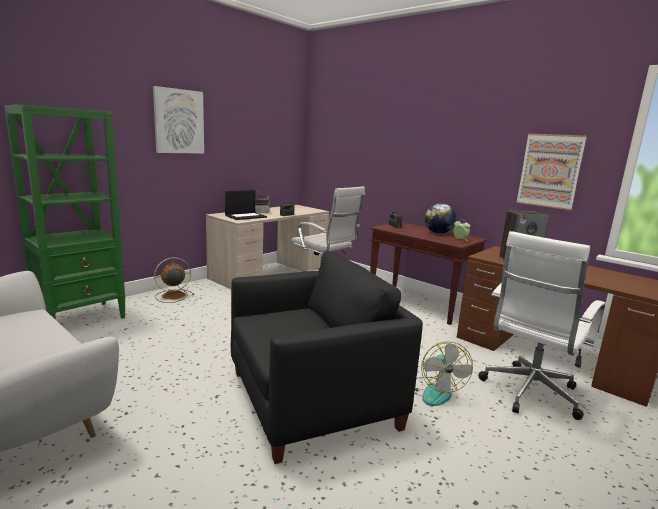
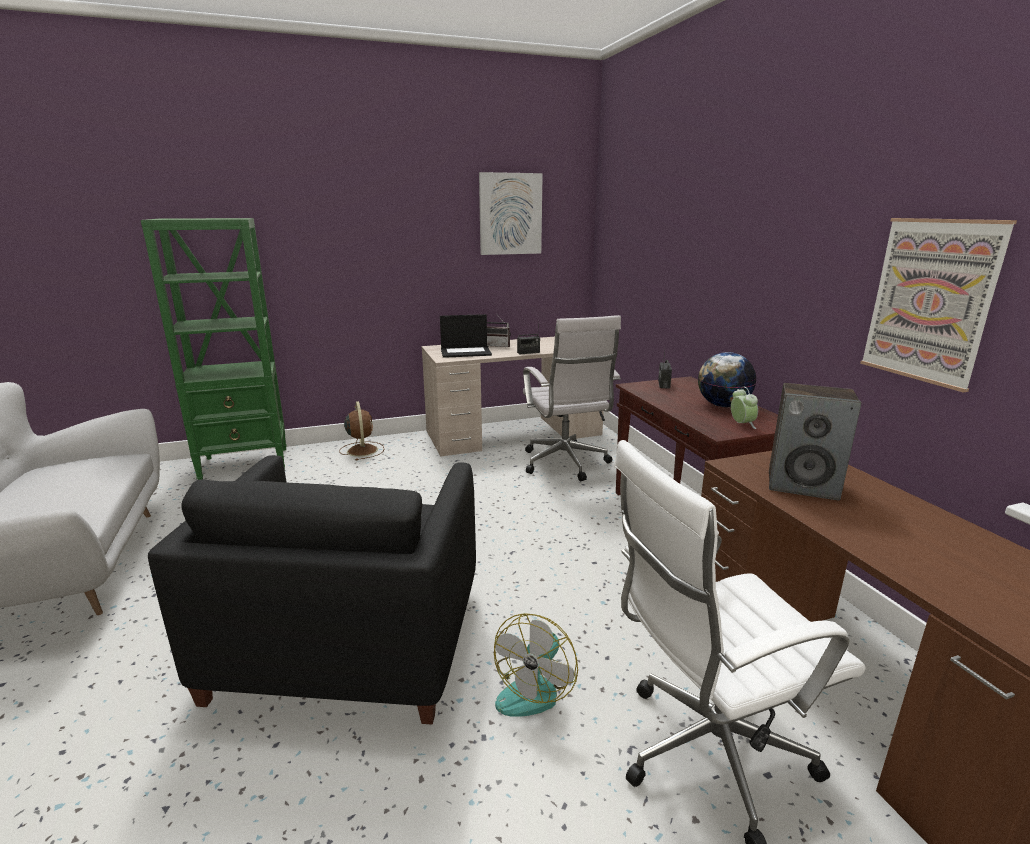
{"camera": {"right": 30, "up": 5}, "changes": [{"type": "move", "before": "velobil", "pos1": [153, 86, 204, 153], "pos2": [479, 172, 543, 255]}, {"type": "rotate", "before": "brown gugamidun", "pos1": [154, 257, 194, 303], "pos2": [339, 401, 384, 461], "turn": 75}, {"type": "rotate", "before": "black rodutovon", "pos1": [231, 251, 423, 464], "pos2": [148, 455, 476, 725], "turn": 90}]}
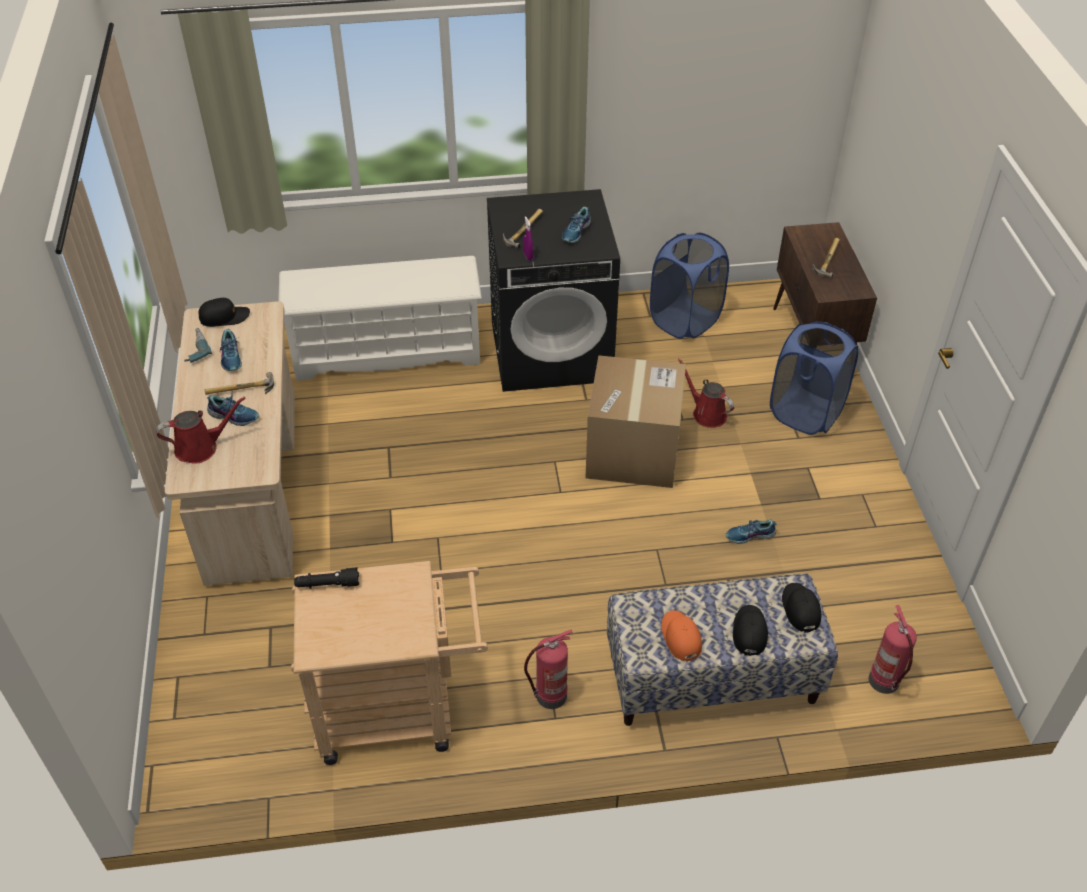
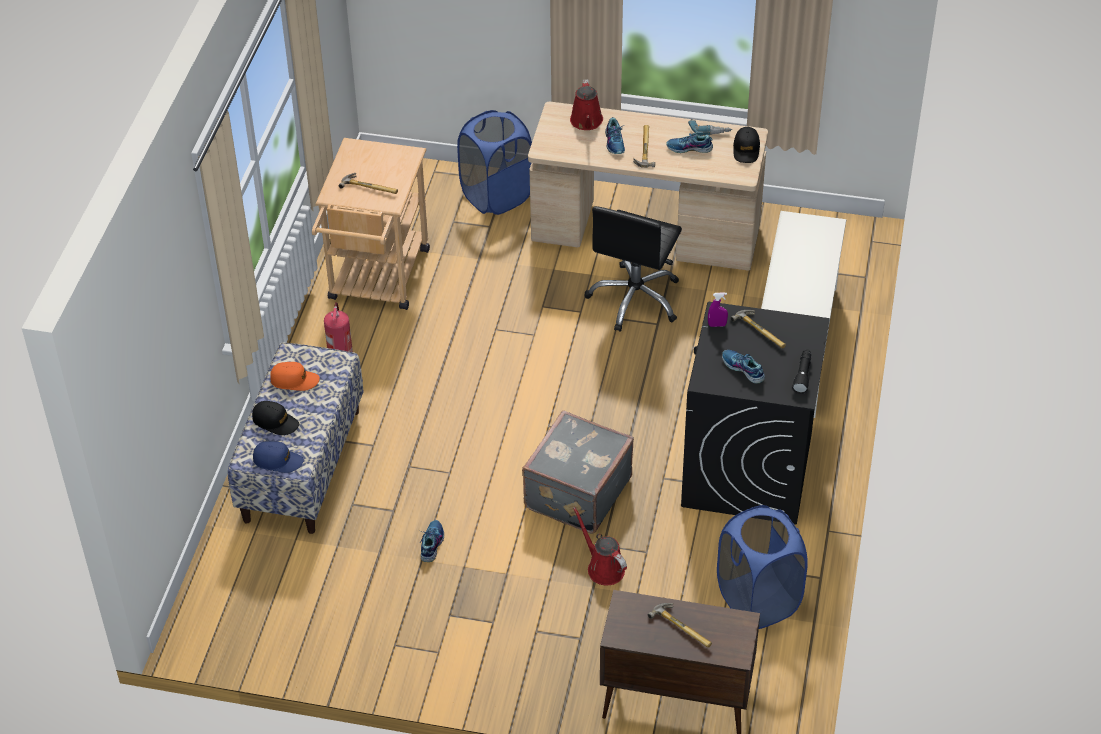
{"camera": {"right": 110, "up": 0}, "changes": [{"type": "rotate", "before": "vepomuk", "pos1": [207, 392, 259, 426], "pos2": [605, 117, 625, 154], "turn": -45}, {"type": "move", "before": "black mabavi", "pos1": [294, 568, 359, 589], "pos2": [792, 349, 811, 394]}, {"type": "replace", "before": "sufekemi", "after": "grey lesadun", "pos1": [585, 355, 686, 488], "pos2": [522, 410, 634, 534]}, {"type": "rotate", "before": "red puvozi", "pos1": [678, 358, 734, 428], "pos2": [573, 507, 627, 585], "turn": -105}, {"type": "move", "before": "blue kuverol", "pos1": [770, 321, 859, 435], "pos2": [457, 110, 532, 215]}, {"type": "recolor", "before": "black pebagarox", "after": "blue pebagarox", "pos1": [782, 583, 821, 633], "pos2": [253, 441, 304, 473]}, {"type": "delete", "before": "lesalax", "pos1": [869, 605, 917, 694]}, {"type": "insert", "after": "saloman", "pos2": [339, 173, 398, 194]}, {"type": "insert", "after": "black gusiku", "pos2": [585, 206, 682, 332]}]}
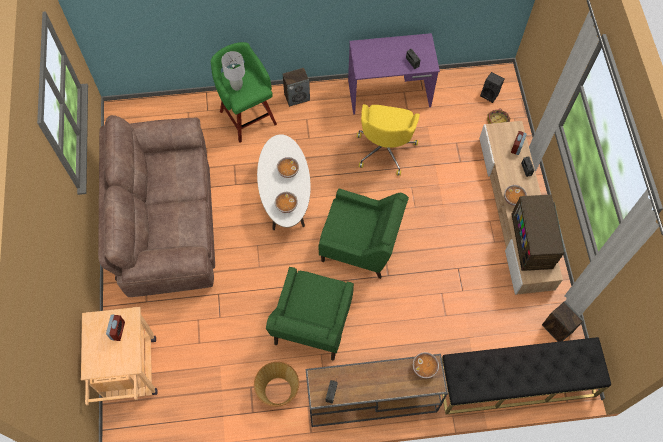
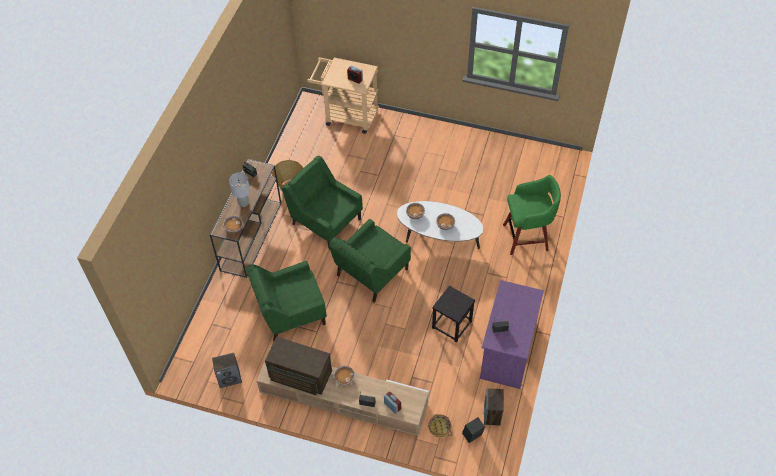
{"camera": {"right": 115, "up": -10}, "changes": [{"type": "delete", "before": "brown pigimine", "pos1": [98, 115, 215, 297]}, {"type": "move", "before": "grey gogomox", "pos1": [221, 51, 245, 91], "pos2": [229, 172, 250, 207]}, {"type": "move", "before": "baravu", "pos1": [283, 68, 310, 107], "pos2": [484, 388, 504, 425]}, {"type": "replace", "before": "yellow gusiku", "after": "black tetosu", "pos1": [357, 104, 420, 176], "pos2": [432, 286, 475, 342]}, {"type": "delete", "before": "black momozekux", "pos1": [442, 337, 611, 414]}, {"type": "insert", "after": "green rodutovon", "pos2": [246, 261, 327, 341]}]}
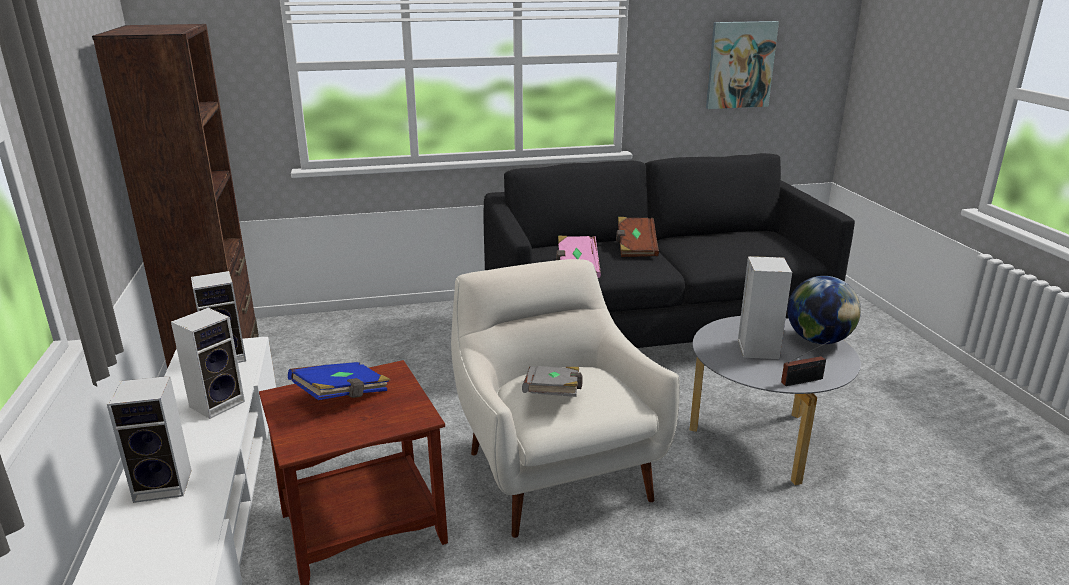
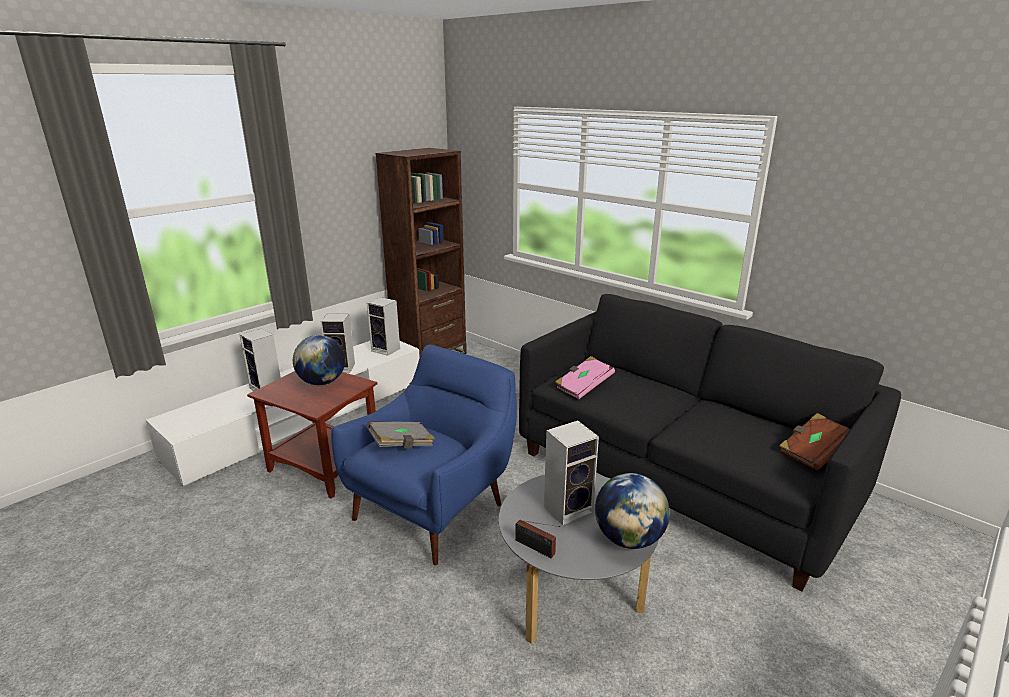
{"camera": {"right": 55, "up": 0}, "changes": [{"type": "replace", "before": "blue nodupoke", "after": "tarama", "pos1": [288, 362, 390, 400], "pos2": [293, 335, 345, 385]}, {"type": "recolor", "before": "white rodutovon", "after": "blue rodutovon", "pos1": [451, 259, 680, 538], "pos2": [331, 345, 517, 565]}, {"type": "move", "before": "brown nodupoke", "pos1": [616, 217, 659, 257], "pos2": [779, 413, 850, 471]}, {"type": "delete", "before": "velobil", "pos1": [706, 21, 779, 109]}]}
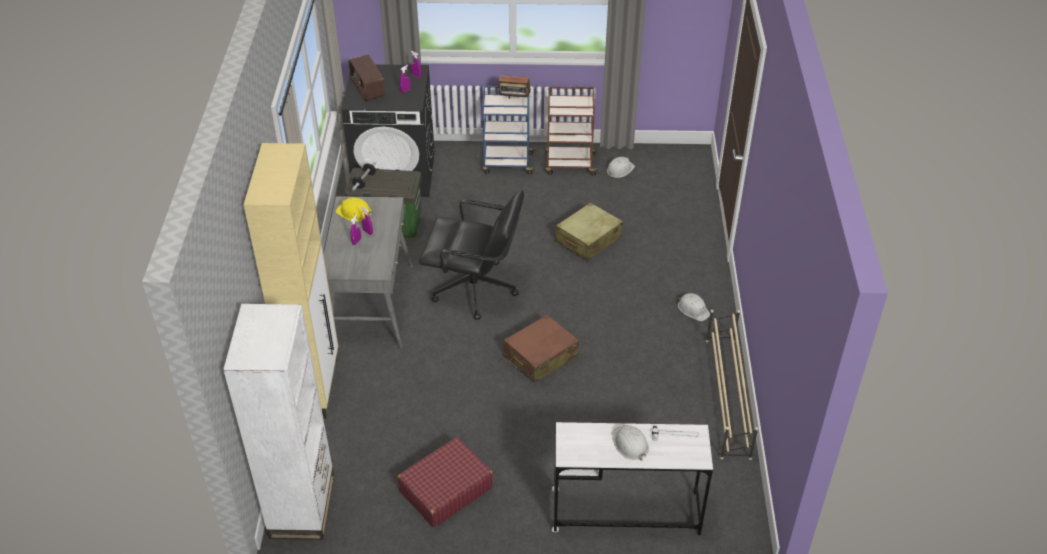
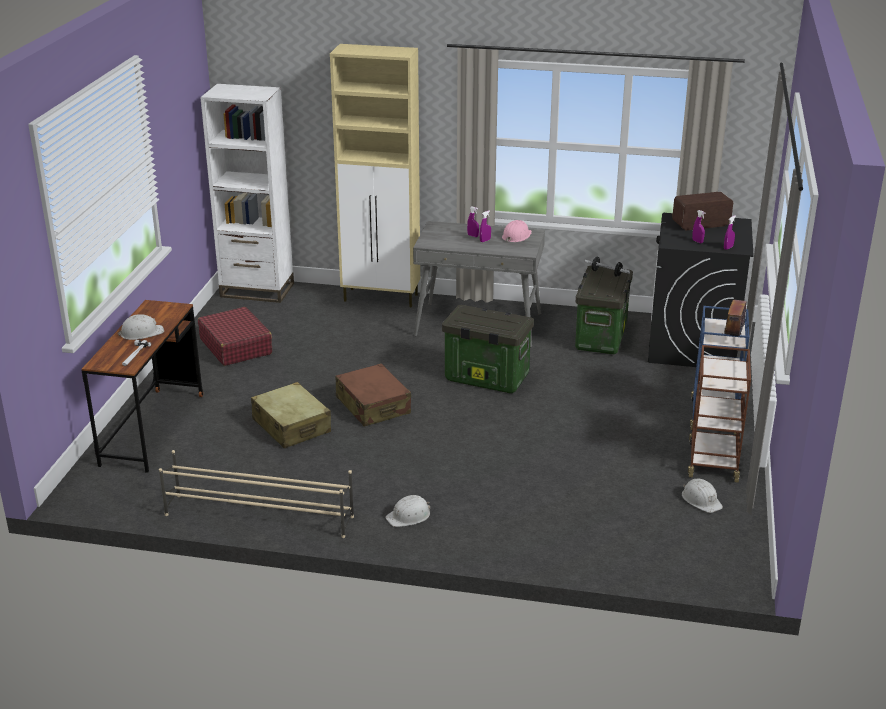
{"camera": {"right": 100, "up": -15}, "changes": [{"type": "recolor", "before": "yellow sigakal", "after": "pink sigakal", "pos1": [336, 198, 373, 222], "pos2": [502, 220, 532, 242]}, {"type": "replace", "before": "black gusiku", "after": "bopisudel", "pos1": [419, 190, 524, 320], "pos2": [442, 305, 534, 393]}, {"type": "recolor", "before": "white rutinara", "after": "brown rutinara", "pos1": [552, 422, 713, 535], "pos2": [82, 300, 203, 473]}, {"type": "move", "before": "beige lesadun", "pos1": [555, 202, 623, 261], "pos2": [251, 382, 331, 448]}]}
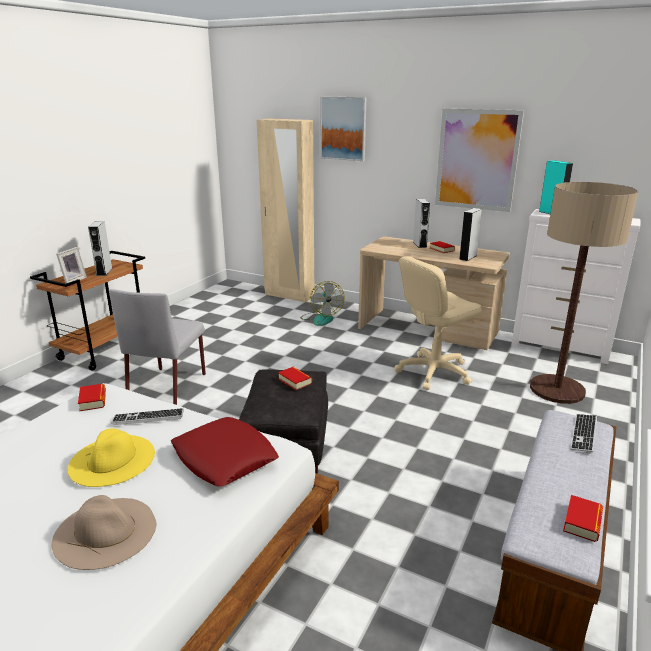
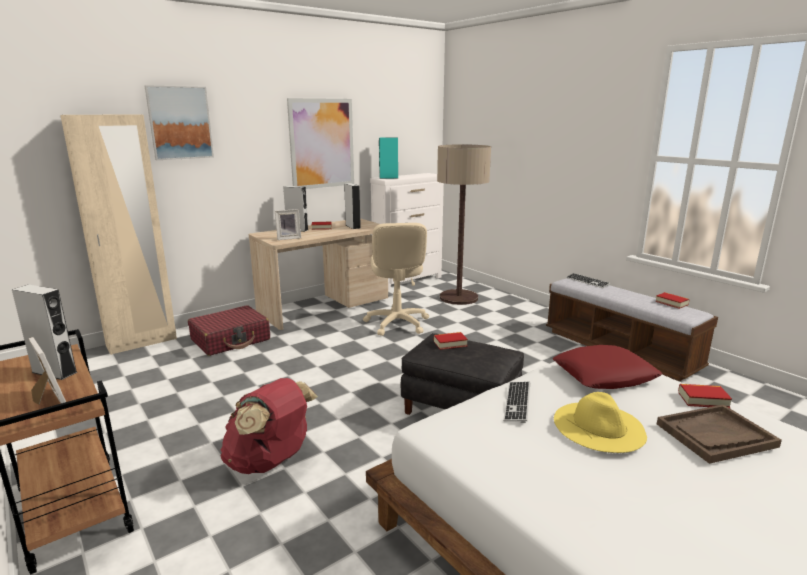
{"camera": {"right": -65, "up": -5}, "changes": [{"type": "replace", "before": "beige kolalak", "after": "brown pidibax", "pos1": [52, 495, 156, 570], "pos2": [657, 405, 782, 464]}, {"type": "move", "before": "nodupoke", "pos1": [78, 384, 106, 411], "pos2": [678, 384, 732, 408]}, {"type": "replace", "before": "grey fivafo", "after": "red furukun", "pos1": [109, 289, 206, 405], "pos2": [221, 378, 318, 474]}, {"type": "replace", "before": "gugamidun", "after": "red lesadun", "pos1": [301, 281, 344, 326], "pos2": [188, 305, 270, 356]}, {"type": "insert", "after": "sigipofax", "pos2": [275, 209, 301, 240]}]}
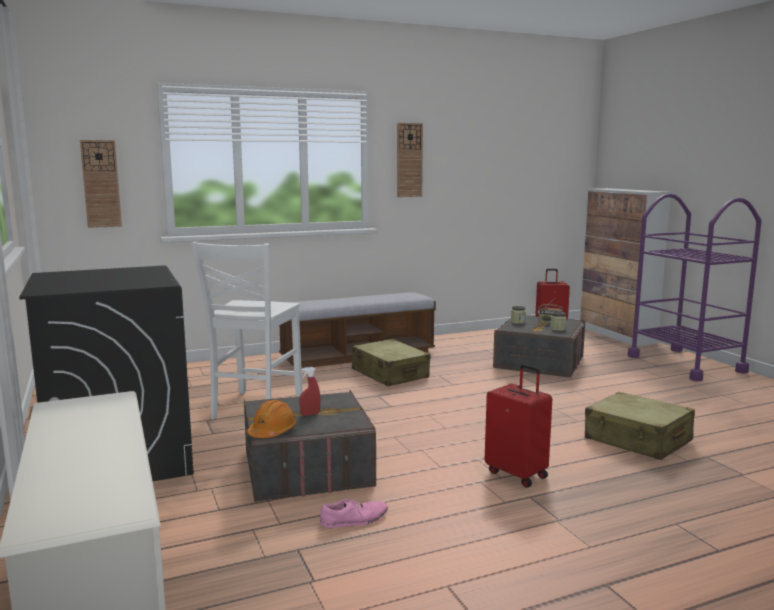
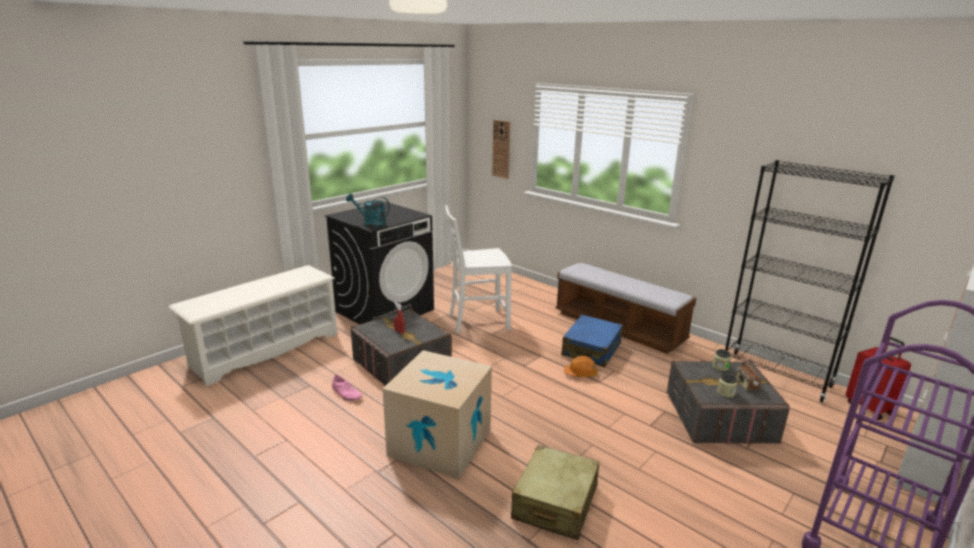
{"camera": {"right": 65, "up": 10}, "changes": [{"type": "move", "before": "orange sigakal", "pos1": [247, 400, 297, 438], "pos2": [564, 356, 598, 377]}, {"type": "recolor", "before": "beige lesadun", "after": "blue lesadun", "pos1": [352, 339, 430, 386], "pos2": [561, 315, 623, 368]}, {"type": "delete", "before": "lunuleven", "pos1": [397, 123, 423, 197]}, {"type": "replace", "before": "red lesadun", "after": "sufekemi", "pos1": [485, 364, 552, 488], "pos2": [383, 350, 492, 479]}, {"type": "insert", "after": "turquoise puvozi", "pos2": [346, 193, 390, 227]}, {"type": "insert", "after": "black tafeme", "pos2": [725, 160, 894, 402]}]}
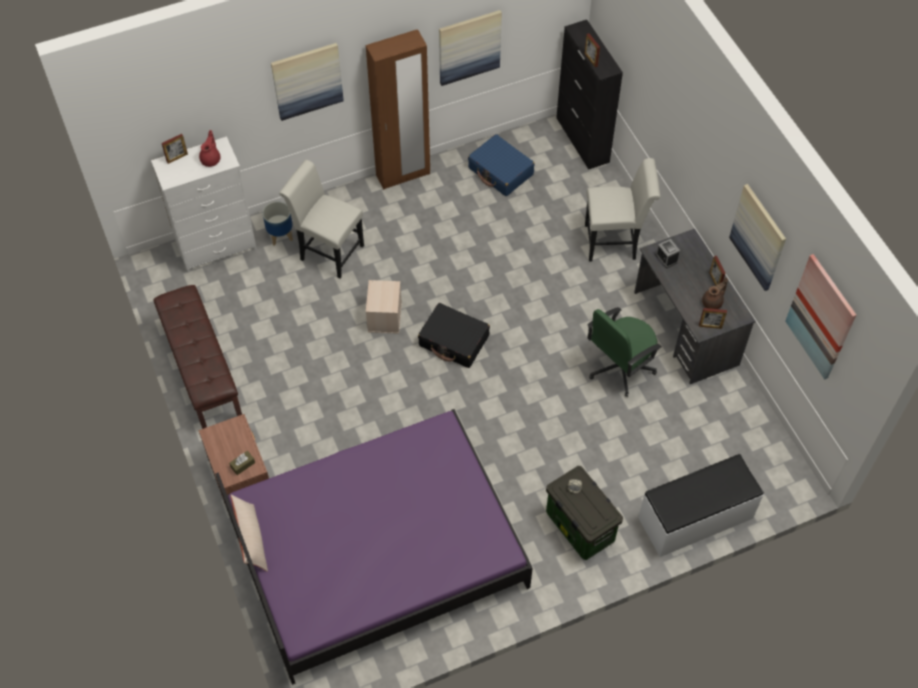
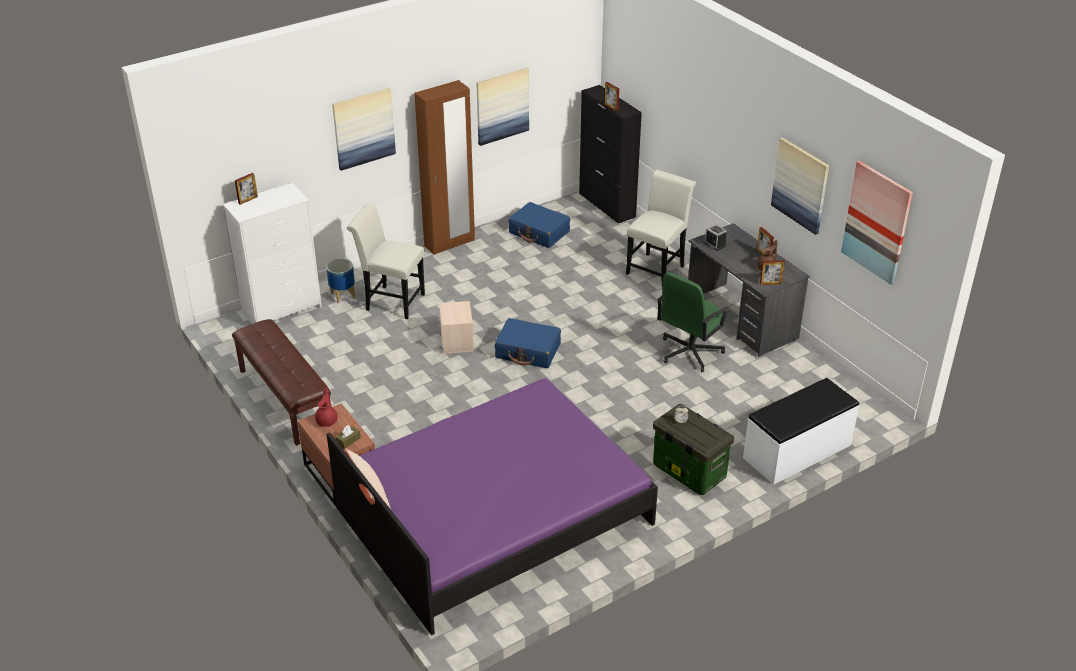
{"camera": {"right": -10, "up": -20}, "changes": [{"type": "move", "before": "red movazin", "pos1": [199, 130, 221, 167], "pos2": [315, 388, 338, 427]}, {"type": "recolor", "before": "black lesadun", "after": "blue lesadun", "pos1": [418, 303, 490, 368], "pos2": [494, 318, 561, 368]}, {"type": "rotate", "before": "white fivafo", "pos1": [585, 158, 660, 262], "pos2": [626, 170, 696, 285], "turn": -45}]}
